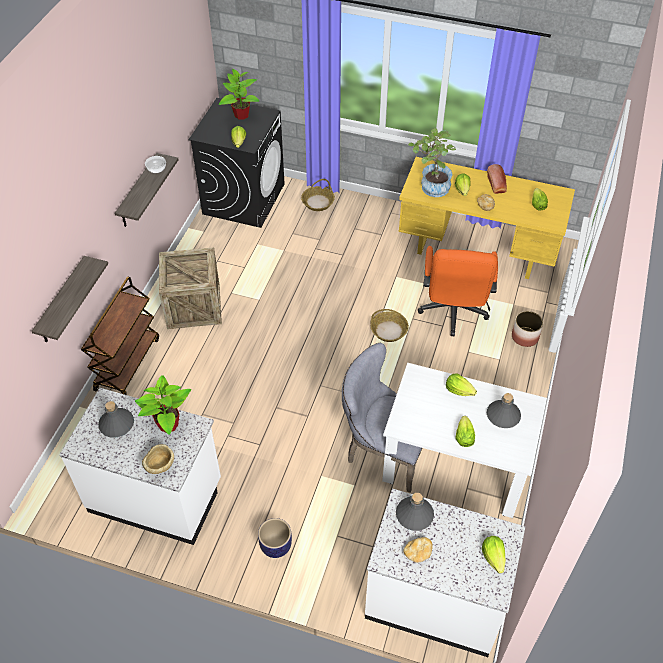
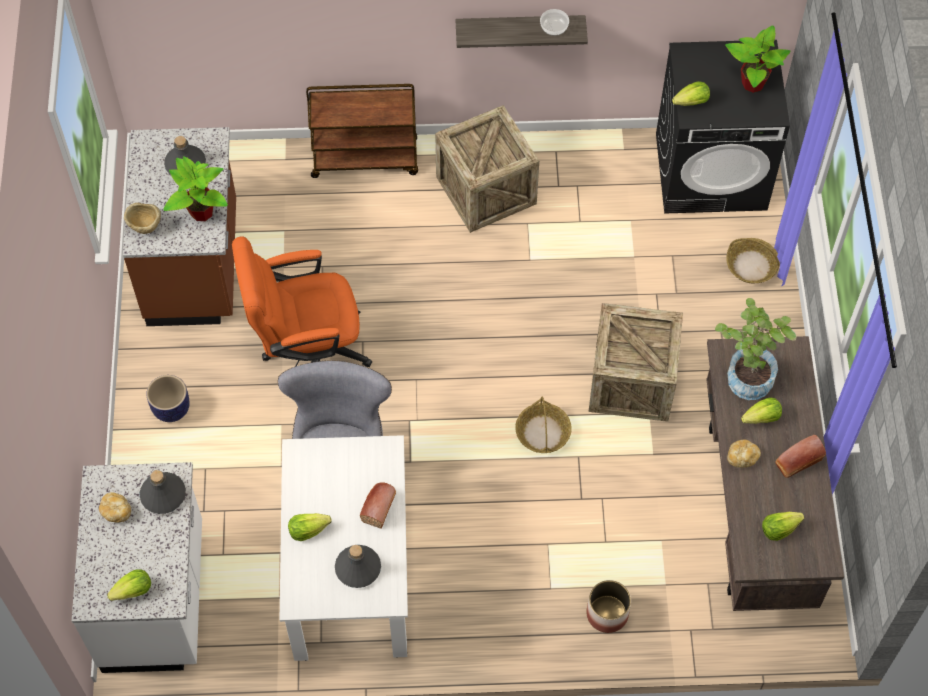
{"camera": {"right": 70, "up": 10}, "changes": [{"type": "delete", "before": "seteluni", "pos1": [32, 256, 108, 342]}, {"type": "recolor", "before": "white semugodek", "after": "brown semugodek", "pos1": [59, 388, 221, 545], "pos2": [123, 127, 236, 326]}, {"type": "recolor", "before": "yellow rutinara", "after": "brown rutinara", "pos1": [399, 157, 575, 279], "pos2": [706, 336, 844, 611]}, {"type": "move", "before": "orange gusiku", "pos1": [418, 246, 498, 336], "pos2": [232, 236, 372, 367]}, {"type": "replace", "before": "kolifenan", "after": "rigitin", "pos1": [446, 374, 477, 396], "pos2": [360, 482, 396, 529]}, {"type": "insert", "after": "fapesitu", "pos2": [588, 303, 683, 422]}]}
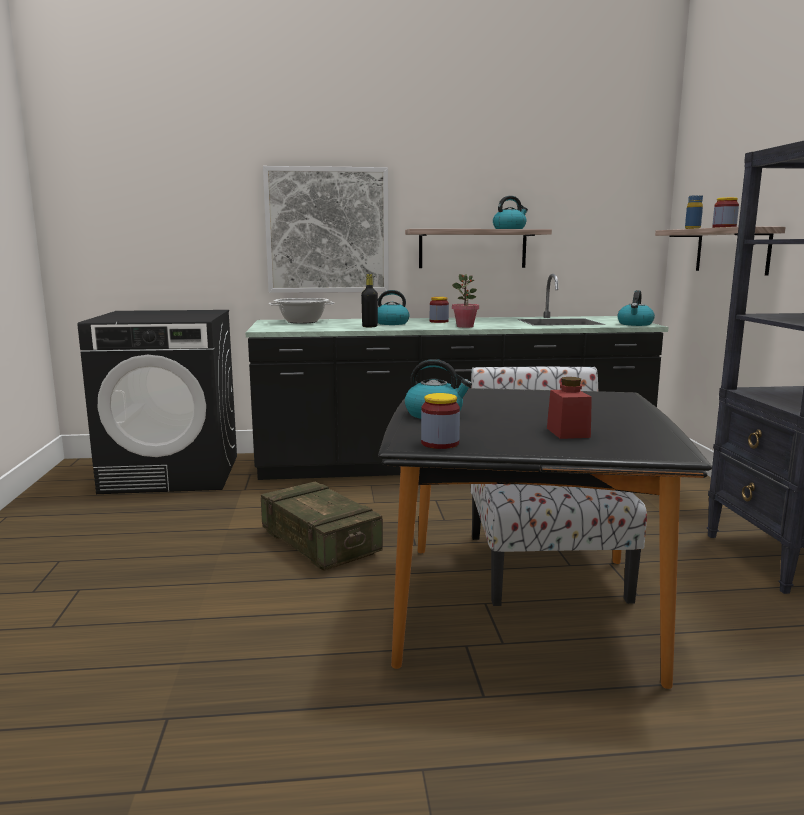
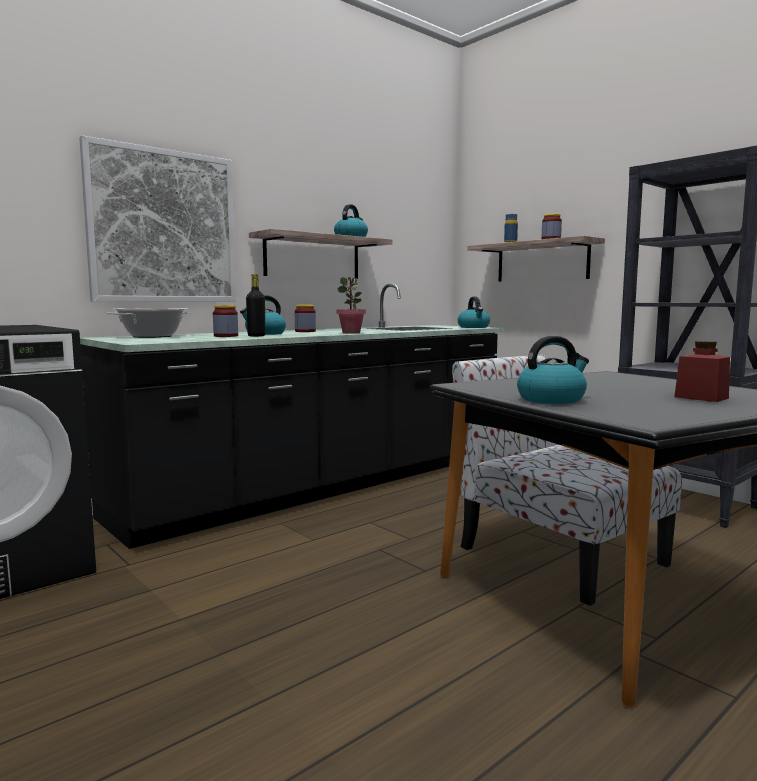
{"camera": {"right": -35, "up": -5}, "changes": [{"type": "delete", "before": "fapesitu", "pos1": [261, 482, 383, 571]}, {"type": "move", "before": "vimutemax", "pos1": [421, 393, 460, 449], "pos2": [213, 305, 238, 337]}]}
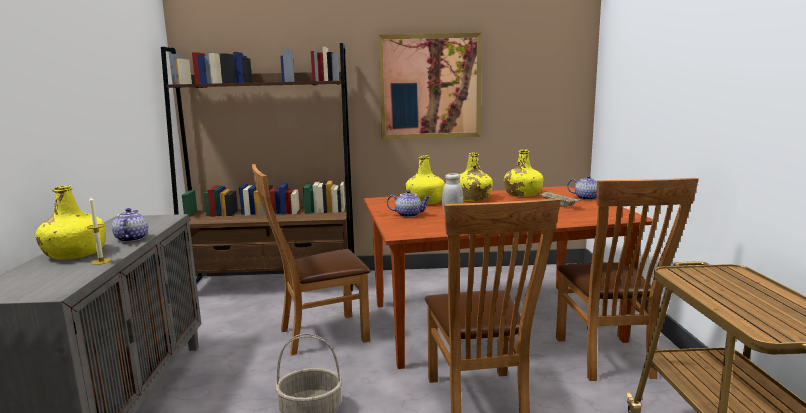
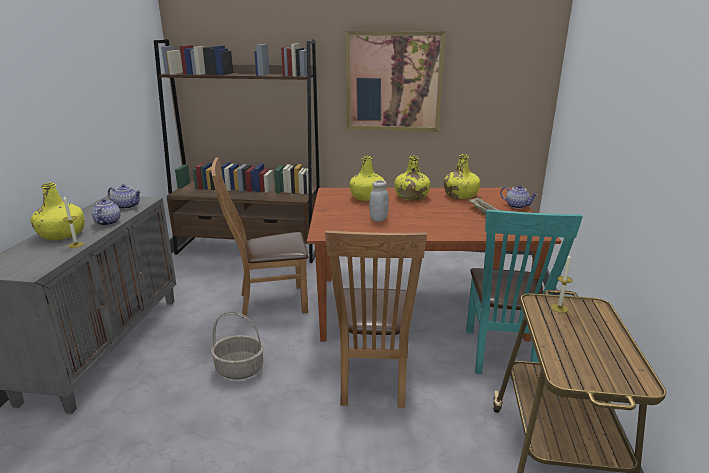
{"camera": {"right": 10, "up": 10}, "changes": [{"type": "move", "before": "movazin", "pos1": [387, 190, 430, 217], "pos2": [108, 184, 141, 209]}, {"type": "recolor", "before": "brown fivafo", "after": "turquoise fivafo", "pos1": [556, 178, 699, 381], "pos2": [466, 209, 583, 374]}, {"type": "insert", "after": "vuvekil", "pos2": [551, 254, 573, 313]}]}
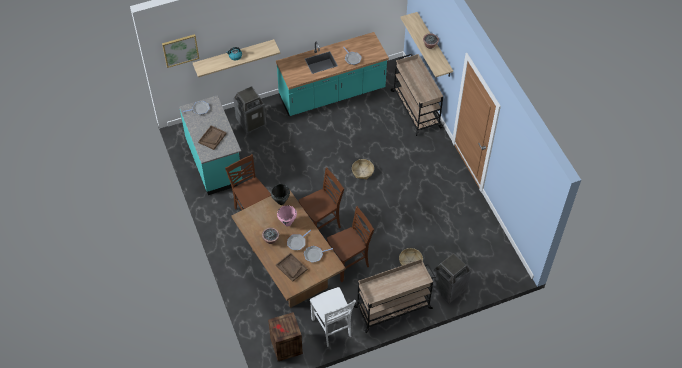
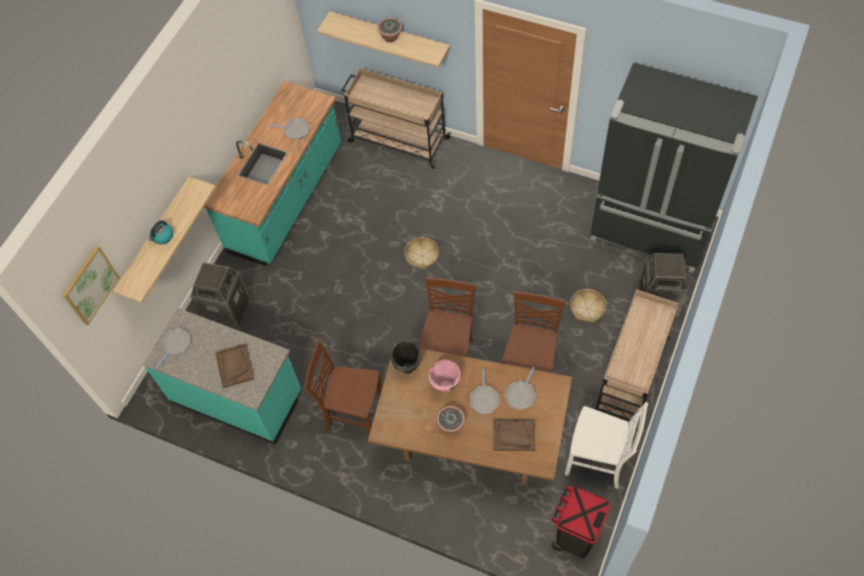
{"camera": {"right": -40, "up": 5}, "changes": [{"type": "replace", "before": "fapesitu", "after": "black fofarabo", "pos1": [268, 312, 303, 361], "pos2": [551, 485, 611, 558]}, {"type": "insert", "after": "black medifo", "pos2": [590, 62, 758, 273]}]}
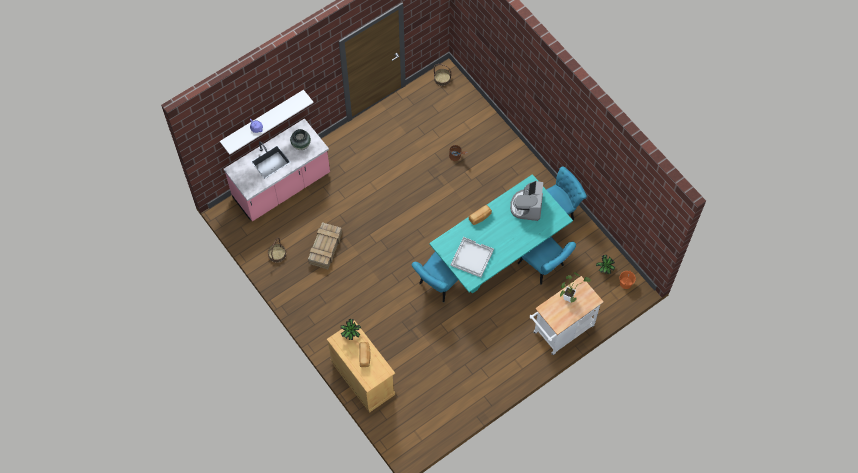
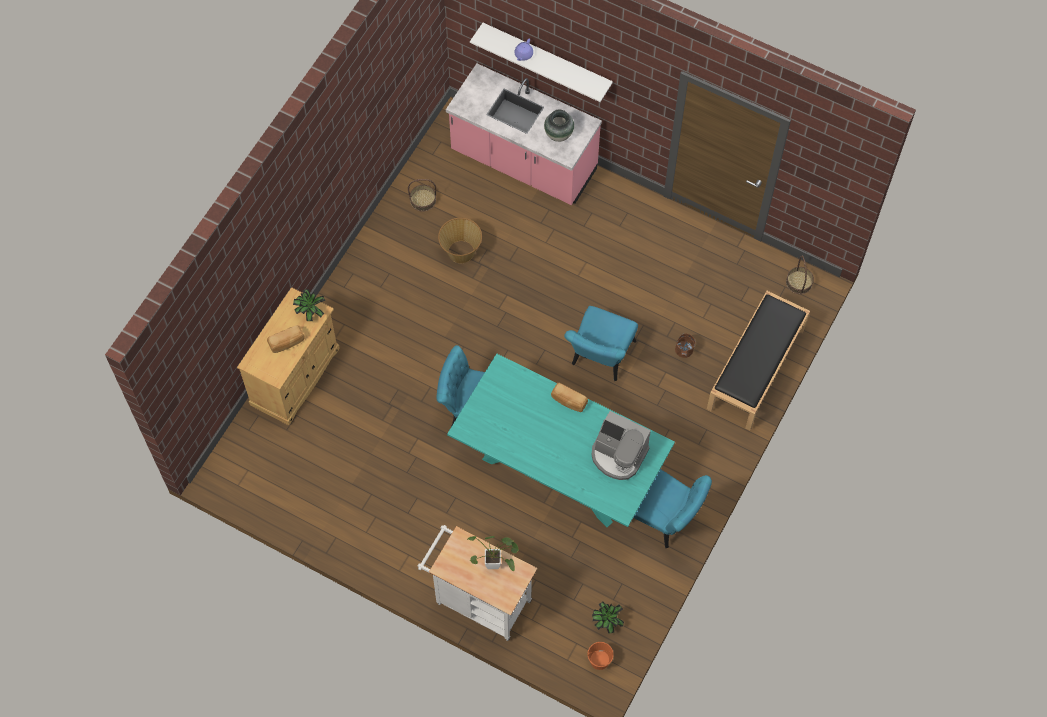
{"camera": {"right": 65, "up": 0}, "changes": [{"type": "replace", "before": "fapesitu", "after": "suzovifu", "pos1": [308, 222, 342, 269], "pos2": [438, 218, 482, 263]}, {"type": "delete", "before": "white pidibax", "pos1": [450, 237, 494, 278]}, {"type": "rotate", "before": "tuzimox", "pos1": [510, 181, 543, 221], "pos2": [591, 411, 651, 480], "turn": -135}, {"type": "move", "before": "turquoise fivafo", "pos1": [517, 237, 576, 284], "pos2": [564, 306, 638, 381]}, {"type": "insert", "after": "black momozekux", "pos2": [707, 291, 810, 430]}]}
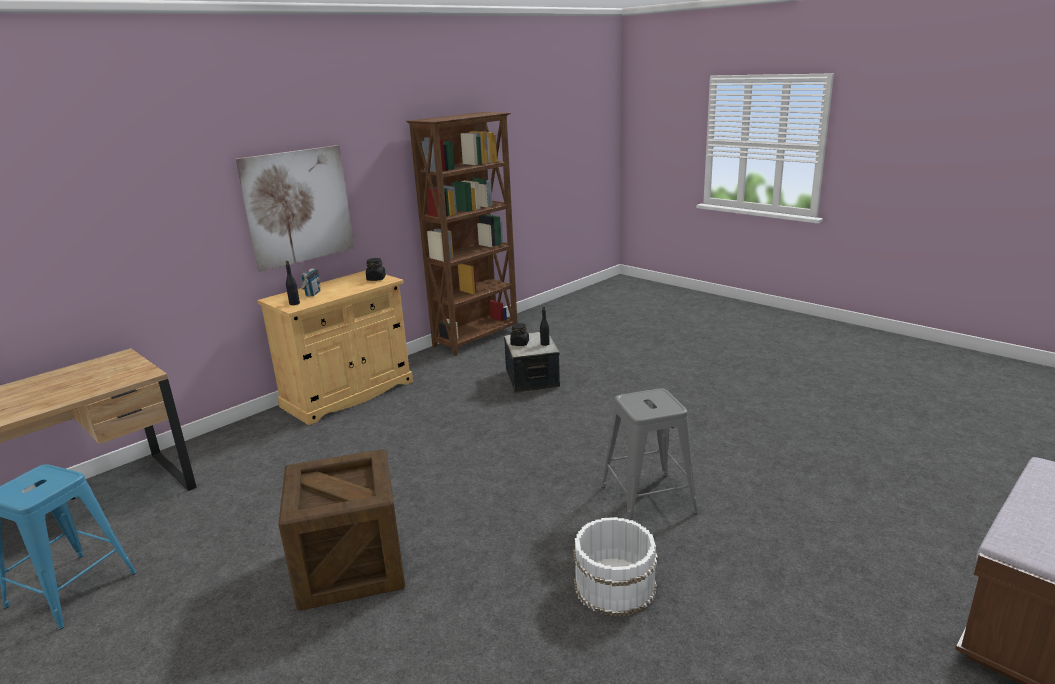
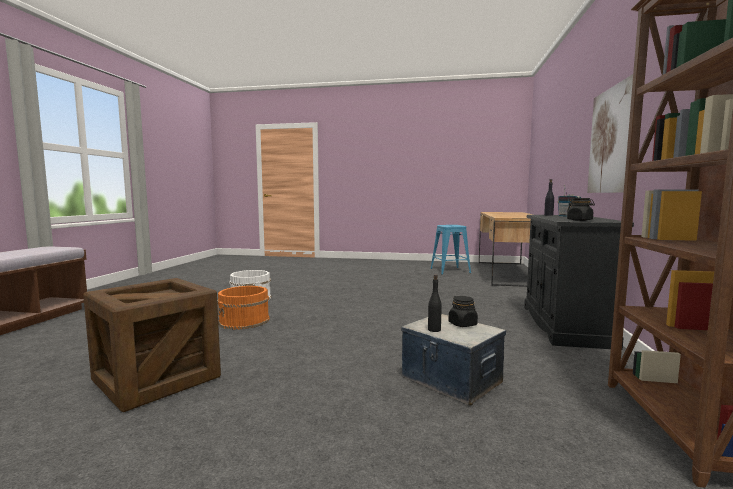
{"camera": {"right": 145, "up": -15}, "changes": [{"type": "recolor", "before": "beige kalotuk", "after": "black kalotuk", "pos1": [257, 270, 413, 425], "pos2": [524, 215, 634, 350]}, {"type": "move", "before": "fapesitu", "pos1": [278, 449, 405, 611], "pos2": [83, 278, 221, 412]}, {"type": "replace", "before": "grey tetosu", "after": "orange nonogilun", "pos1": [601, 388, 698, 520], "pos2": [217, 286, 270, 330]}]}
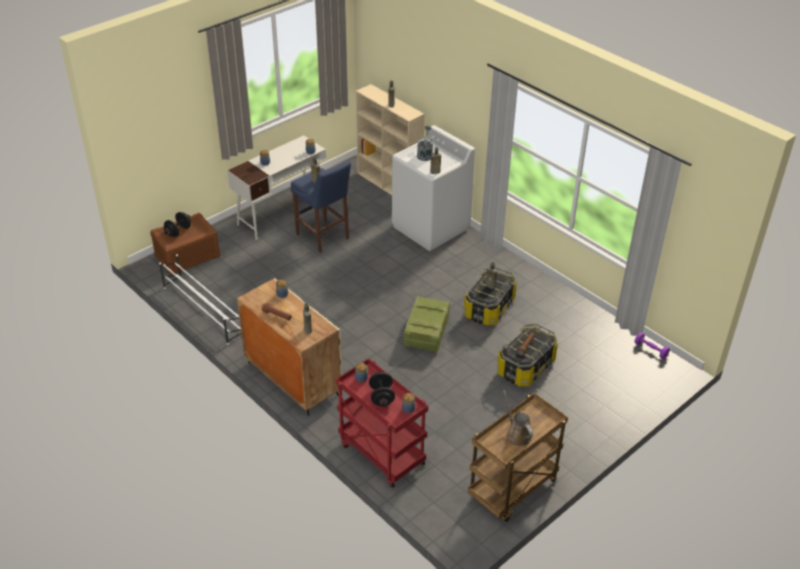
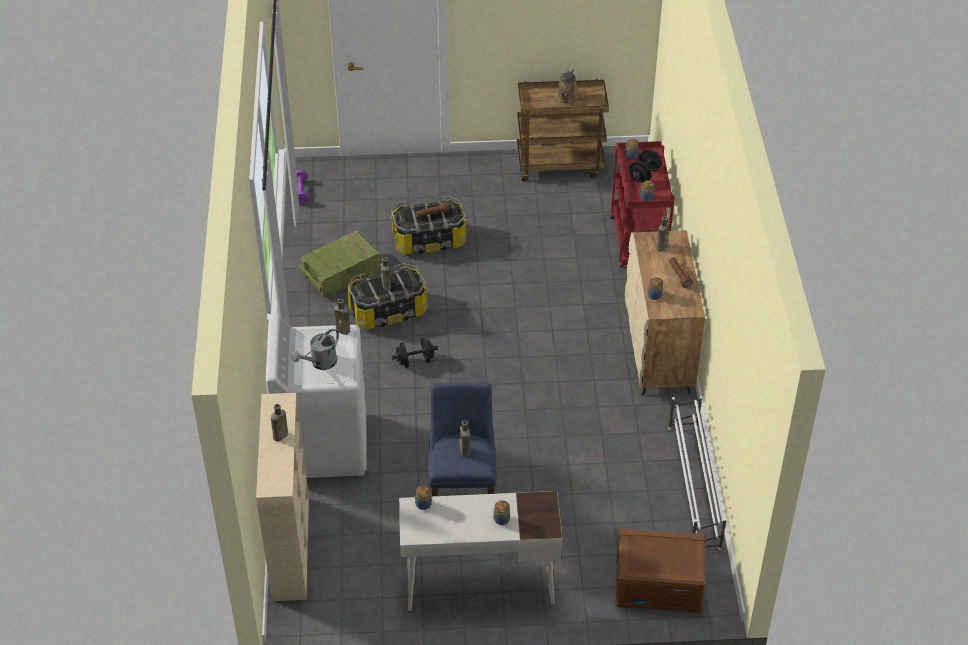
{"camera": {"right": -140, "up": 5}, "changes": [{"type": "move", "before": "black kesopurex", "pos1": [164, 212, 191, 237], "pos2": [392, 338, 438, 368]}, {"type": "move", "before": "fapesitu", "pos1": [404, 296, 450, 352], "pos2": [300, 231, 381, 298]}]}
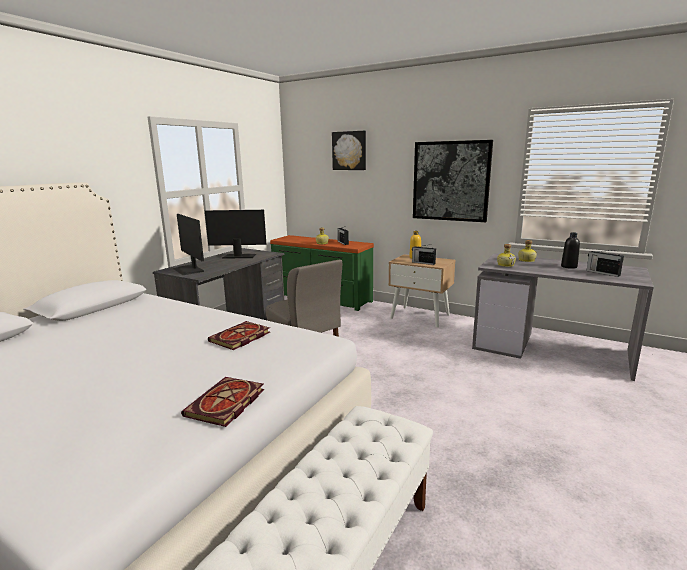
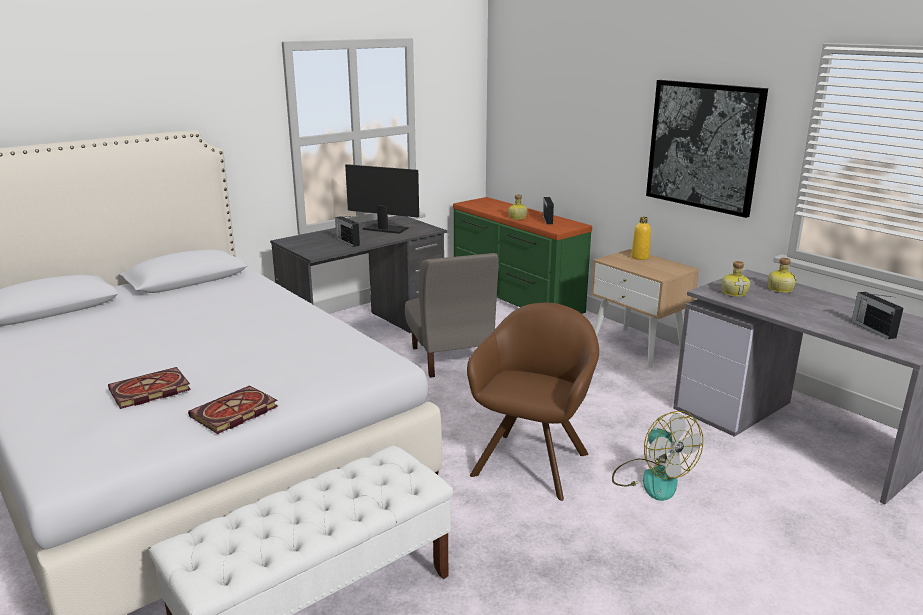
{"camera": {"right": 20, "up": 5}, "changes": [{"type": "delete", "before": "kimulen", "pos1": [173, 214, 204, 275]}, {"type": "move", "before": "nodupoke", "pos1": [208, 321, 270, 350], "pos2": [108, 367, 191, 409]}, {"type": "delete", "before": "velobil", "pos1": [332, 131, 366, 170]}, {"type": "move", "before": "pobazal", "pos1": [412, 245, 436, 265], "pos2": [335, 216, 360, 247]}, {"type": "delete", "before": "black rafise", "pos1": [561, 232, 580, 269]}, {"type": "insert", "after": "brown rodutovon", "pos2": [467, 303, 599, 501]}, {"type": "insert", "after": "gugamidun", "pos2": [612, 411, 703, 501]}]}
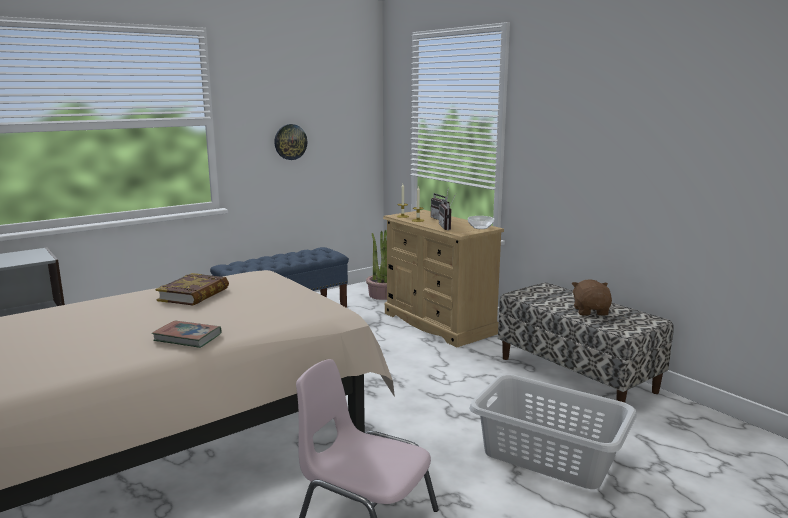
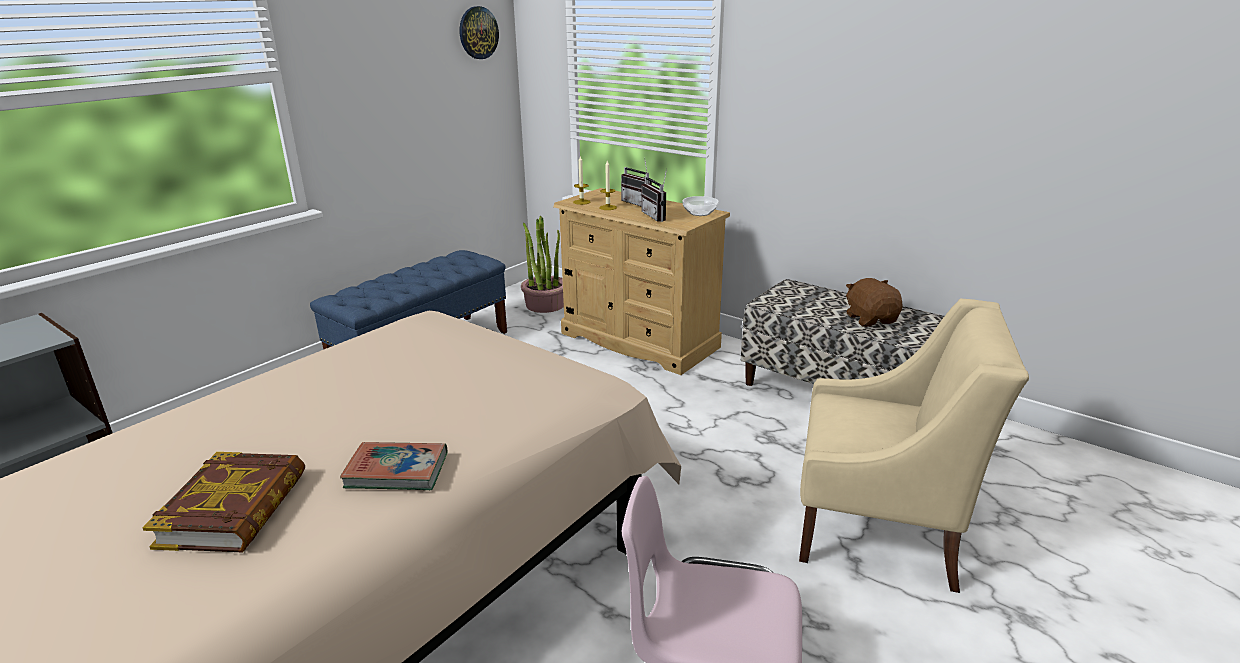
{"camera": {"right": -15, "up": 10}, "changes": [{"type": "move", "before": "nodupoke", "pos1": [155, 273, 229, 306], "pos2": [142, 452, 305, 553]}, {"type": "move", "before": "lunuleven", "pos1": [274, 124, 307, 160], "pos2": [459, 6, 499, 59]}, {"type": "replace", "before": "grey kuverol", "after": "beige rodutovon", "pos1": [469, 374, 637, 489], "pos2": [799, 298, 1029, 593]}]}
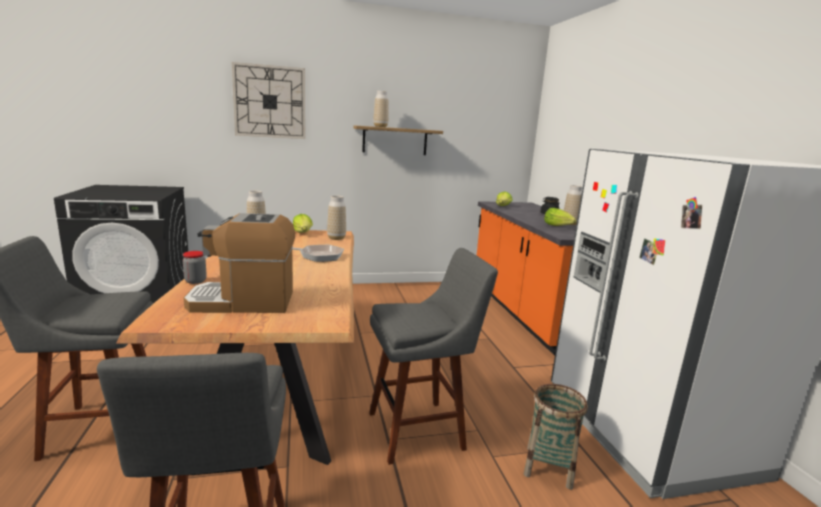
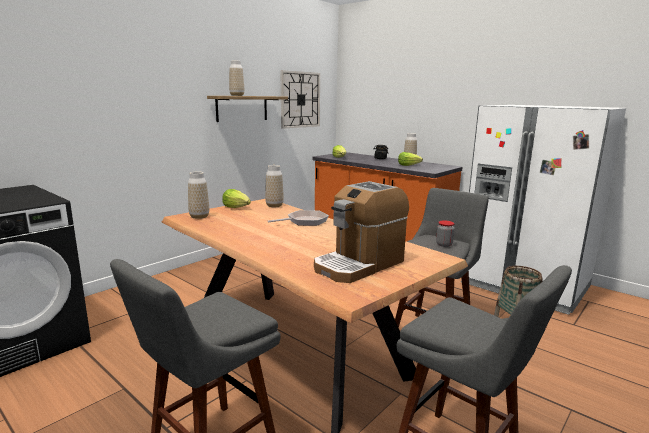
{"camera": {"right": -35, "up": 0}, "changes": [{"type": "move", "before": "vimutemax", "pos1": [183, 251, 207, 284], "pos2": [436, 220, 454, 247]}, {"type": "move", "before": "lunuleven", "pos1": [232, 62, 305, 139], "pos2": [281, 70, 320, 129]}]}
